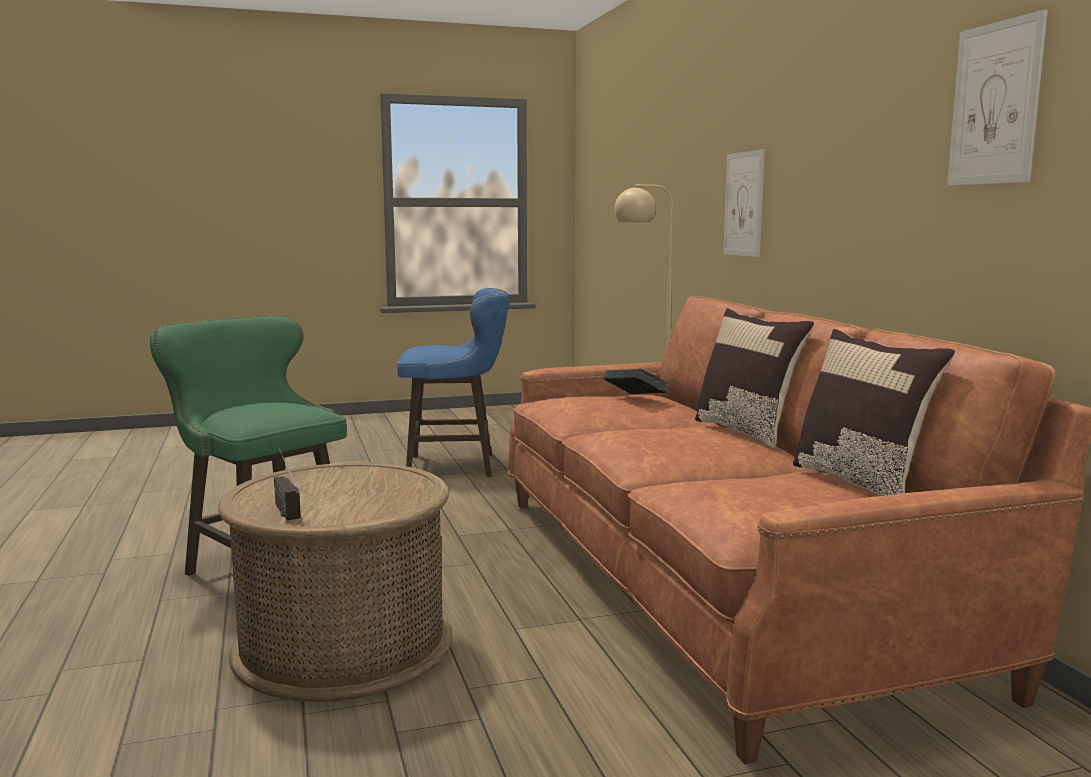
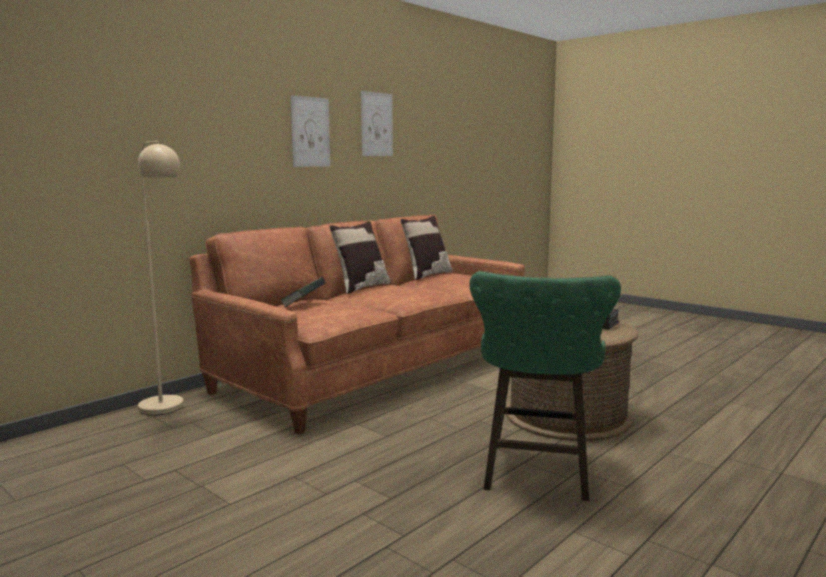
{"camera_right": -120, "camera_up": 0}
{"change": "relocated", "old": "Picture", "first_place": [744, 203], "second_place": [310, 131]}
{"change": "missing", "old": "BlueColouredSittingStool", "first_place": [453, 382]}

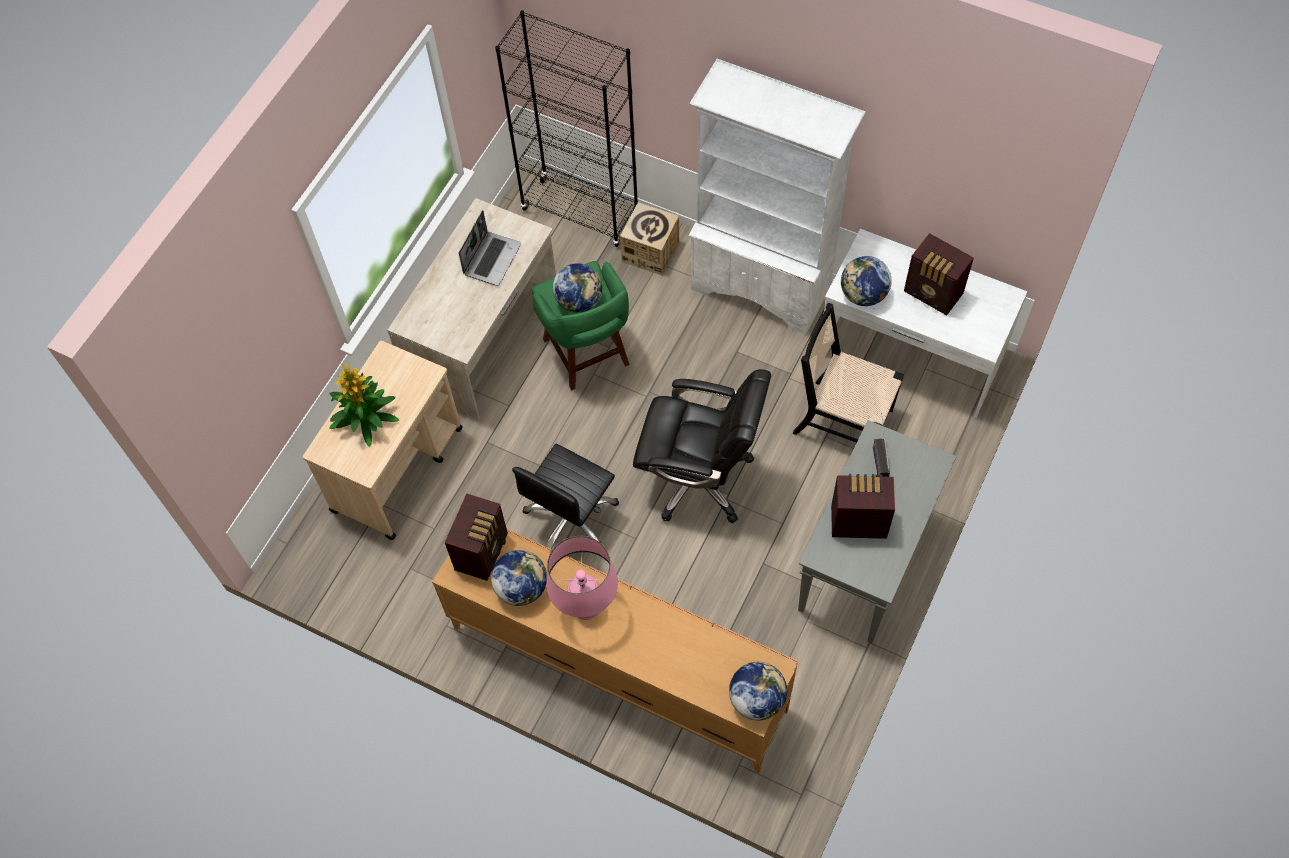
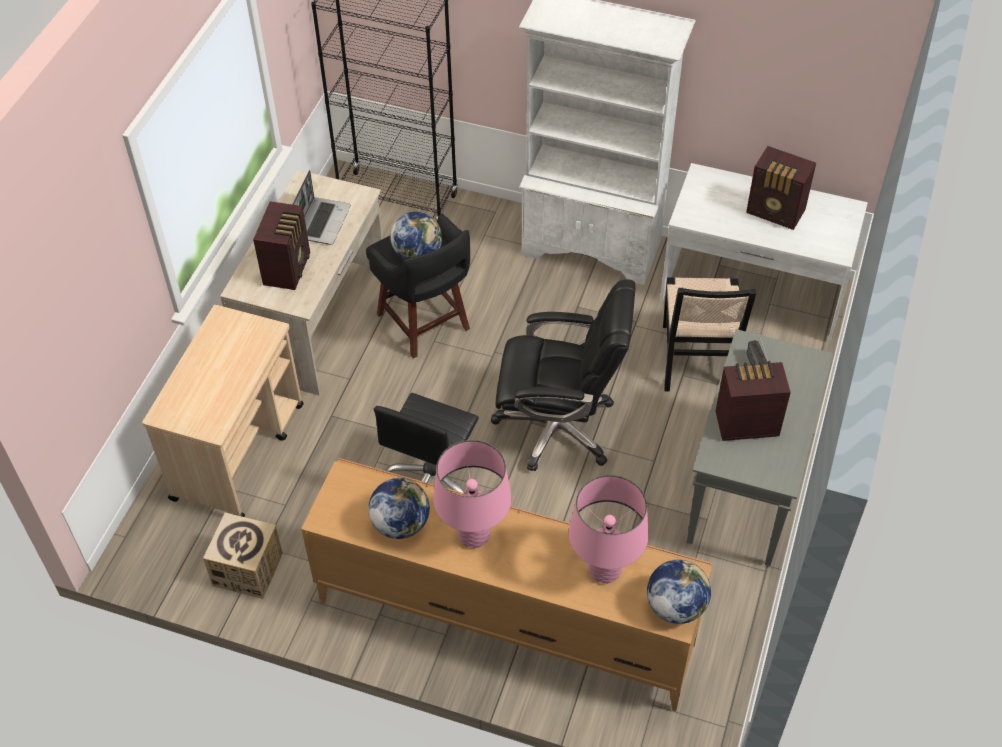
{"camera_right": -10, "camera_up": -10}
{"change": "relocated", "old": "Carton", "first_place": [649, 238], "second_place": [243, 556]}
{"change": "relocated", "old": "RadioSet", "first_place": [476, 537], "second_place": [281, 245]}
{"change": "colour", "old": "GreenSittingStool", "new": "BlackSittingStool", "first_place": [581, 326], "second_place": [418, 286]}
{"change": "appeared", "new": "PinkTabletopLamp", "second_place": [608, 529]}
{"change": "spun", "old": "Chair", "first_place": [848, 373], "second_place": [709, 334], "degrees": -105}
{"change": "missing", "old": "Houseplant", "first_place": [364, 404]}
{"change": "missing", "old": "Globe", "first_place": [866, 281]}

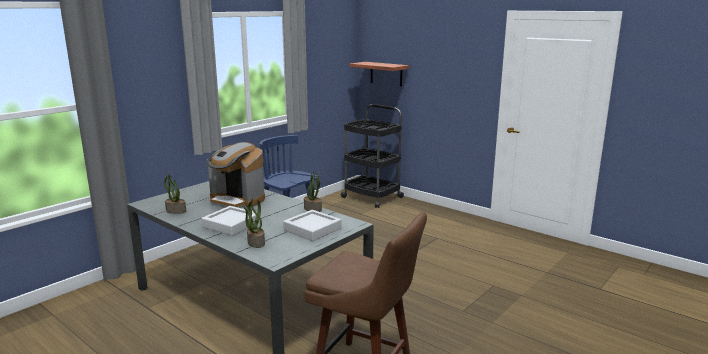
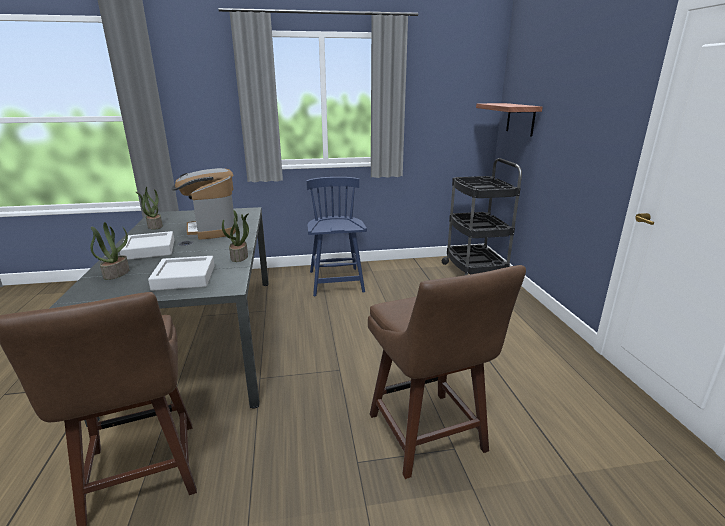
{"camera_right": 40, "camera_up": 5}
{"change": "appeared", "new": "BrownishSittingStool", "second_place": [447, 372]}

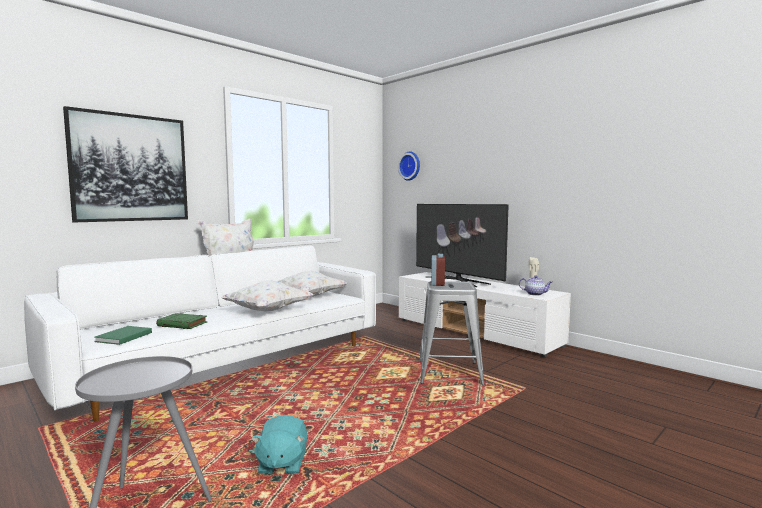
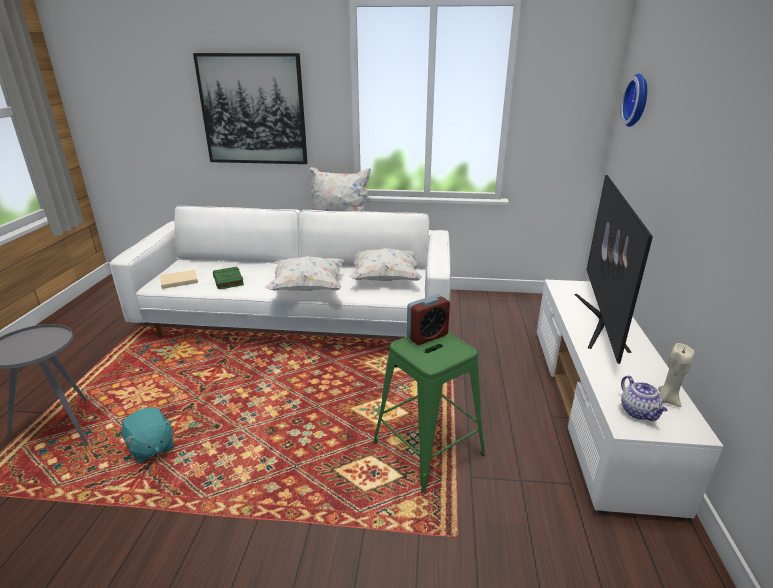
{"camera_right": 50, "camera_up": 20}
{"change": "spun", "old": "TurquoiseSoftToy", "first_place": [279, 444], "second_place": [148, 435], "degrees": -90}
{"change": "colour", "old": "GreenVolume", "new": "BeigeColouredVolume", "first_place": [123, 335], "second_place": [179, 279]}
{"change": "colour", "old": "GraySittingStool", "new": "GreenSittingStool", "first_place": [452, 333], "second_place": [429, 412]}

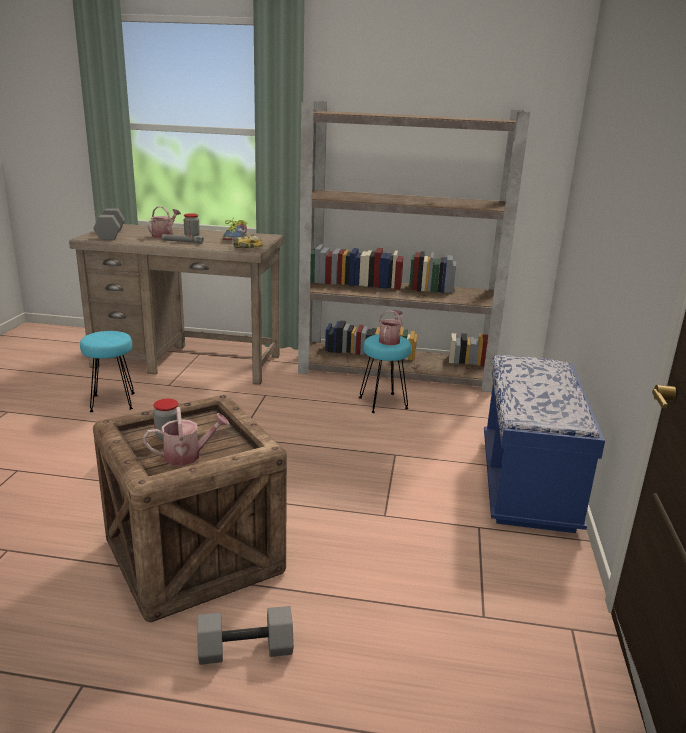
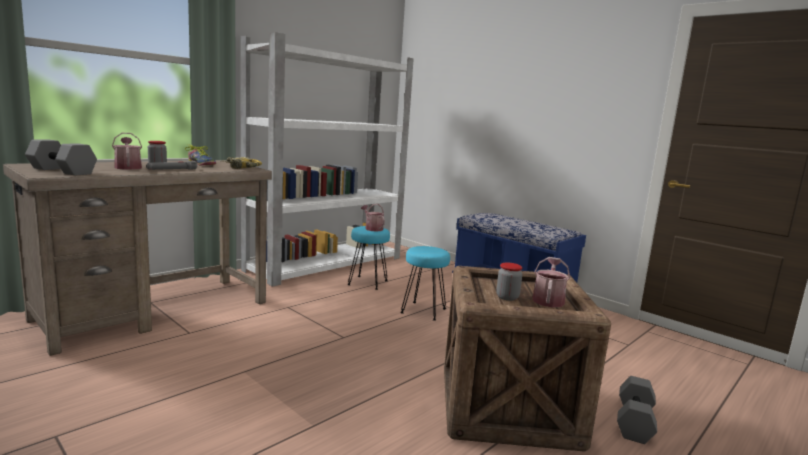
{"camera_right": -55, "camera_up": -10}
{"change": "colour", "old": "BrownishBookcase", "new": "WhiteBookcase", "first_place": [414, 246], "second_place": [327, 159]}
{"change": "relocated", "old": "TurquoiseSittingStool", "first_place": [107, 371], "second_place": [425, 283]}

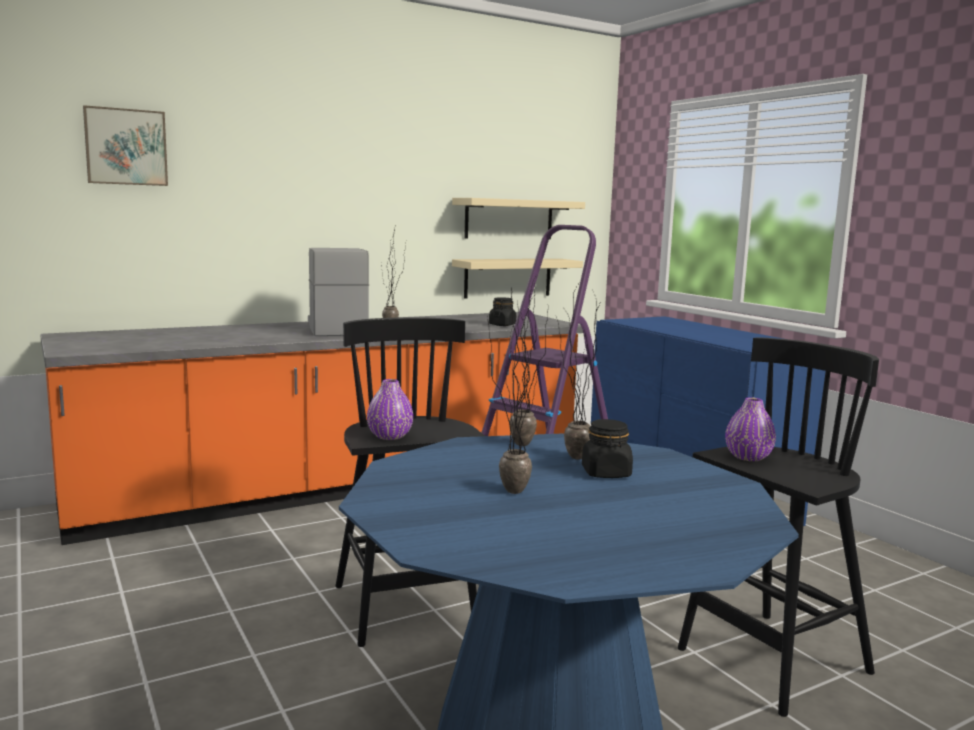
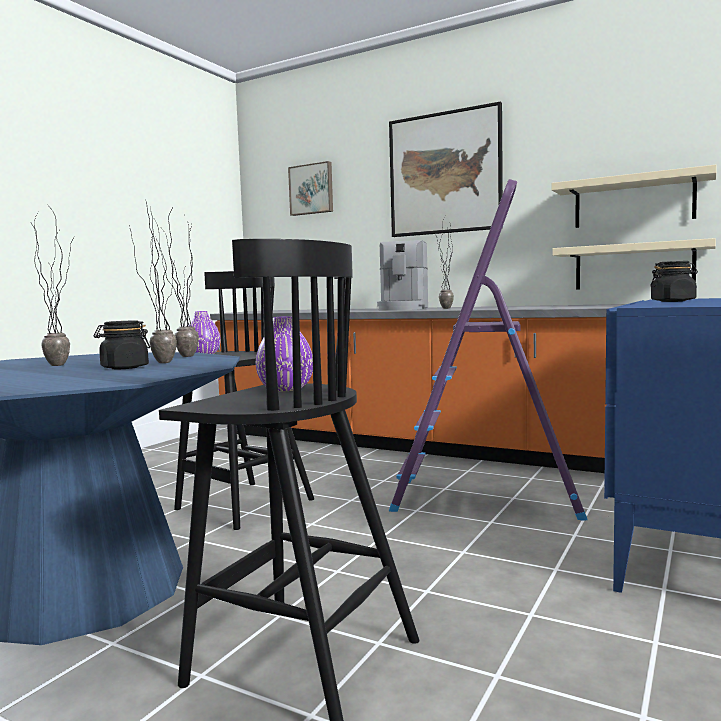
{"camera_right": 60, "camera_up": -5}
{"change": "spun", "old": "CoffeeBrewer", "first_place": [338, 292], "second_place": [402, 275], "degrees": 150}
{"change": "appeared", "new": "Picture", "second_place": [446, 169]}
{"change": "relocated", "old": "BlackJar", "first_place": [502, 311], "second_place": [674, 281]}

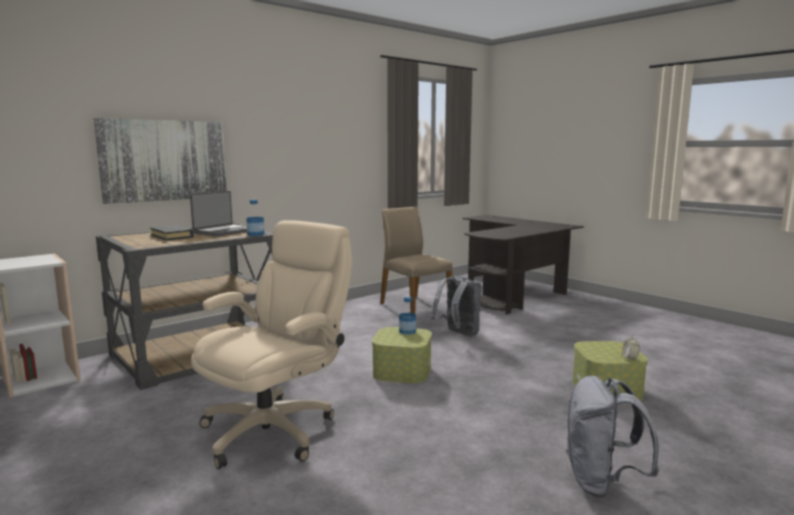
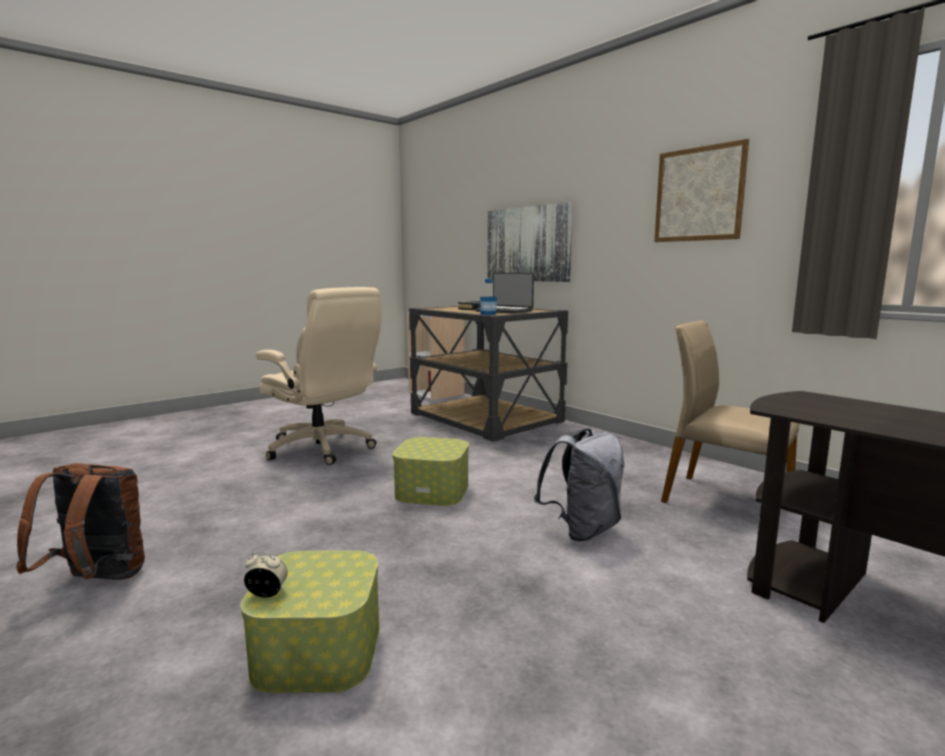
{"camera_right": 90, "camera_up": 0}
{"change": "colour", "old": "GrayRucksack", "new": "BrownishRucksack", "first_place": [612, 436], "second_place": [80, 521]}
{"change": "appeared", "new": "Picture", "second_place": [701, 190]}
{"change": "spun", "old": "BeigeColouredChair", "first_place": [416, 260], "second_place": [730, 411], "degrees": -105}
{"change": "missing", "old": "Bottle", "first_place": [407, 316]}

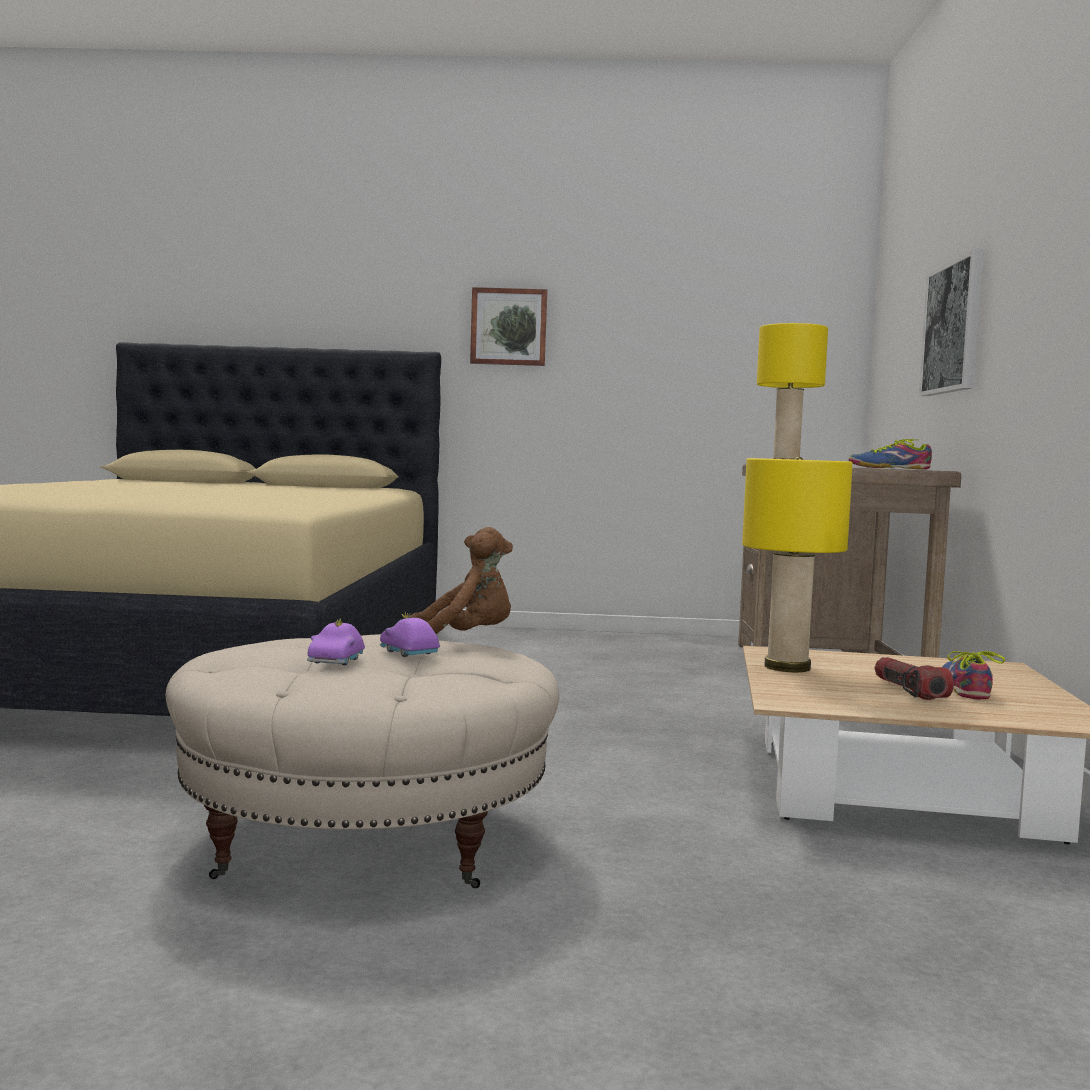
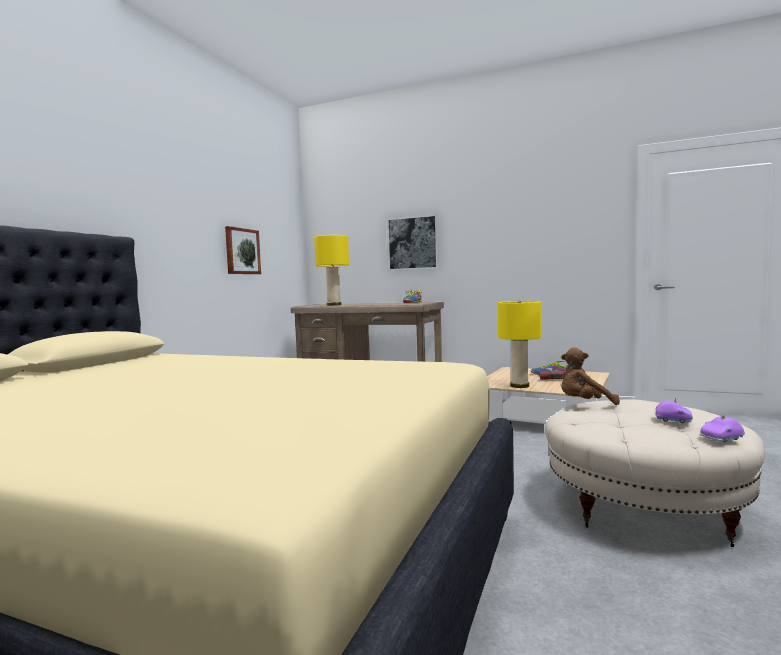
{"camera_right": -70, "camera_up": 0}
{"change": "relocated", "old": "Picture", "first_place": [509, 326], "second_place": [243, 250]}
{"change": "spun", "old": "BrownishSoftToy", "first_place": [461, 580], "second_place": [590, 376], "degrees": -105}
{"change": "relocated", "old": "PurpleColouredModelCar", "first_place": [410, 634], "second_place": [722, 428]}

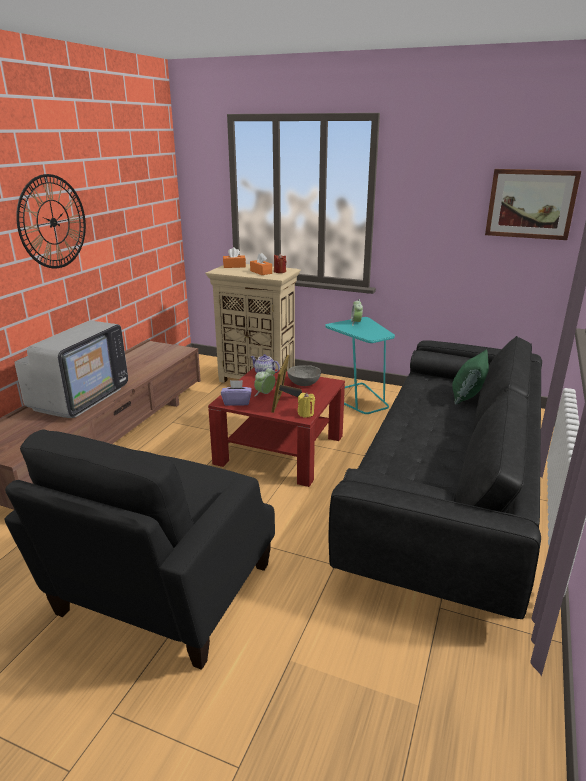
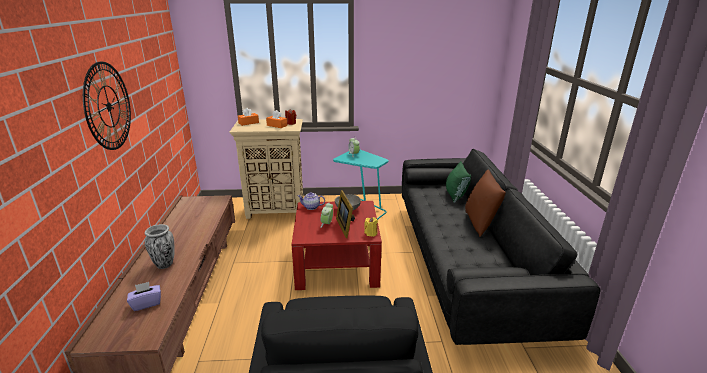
{"camera_right": -25, "camera_up": 0}
{"change": "relocated", "old": "PurpleColouredBoxOfTissues", "first_place": [236, 393], "second_place": [144, 296]}
{"change": "exchanged", "old": "TvSet", "new": "FlowerVase", "first_place": [71, 369], "second_place": [159, 246]}
{"change": "appeared", "new": "BrownishThrowPillow", "second_place": [485, 203]}
{"change": "missing", "old": "Picture", "first_place": [533, 204]}

